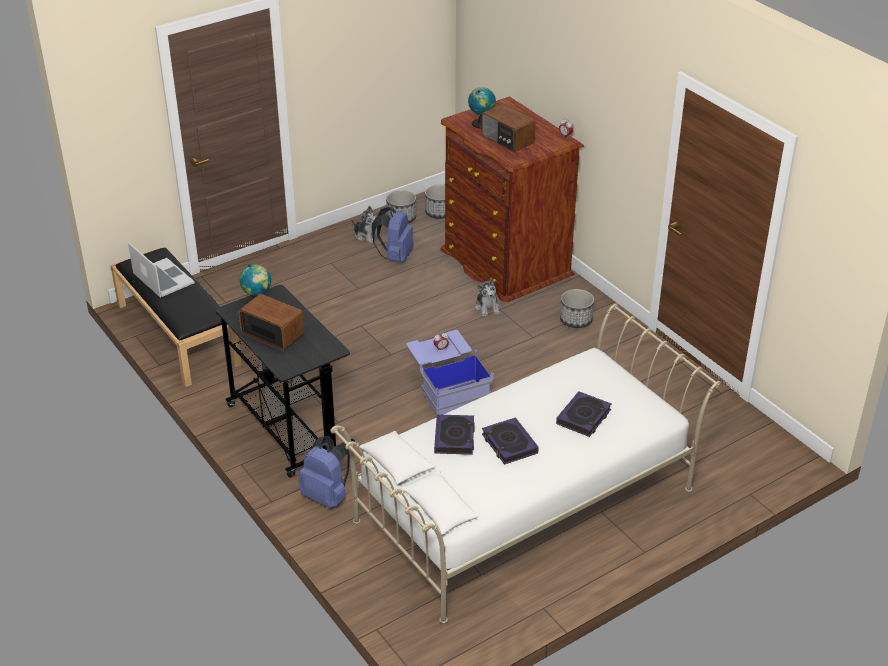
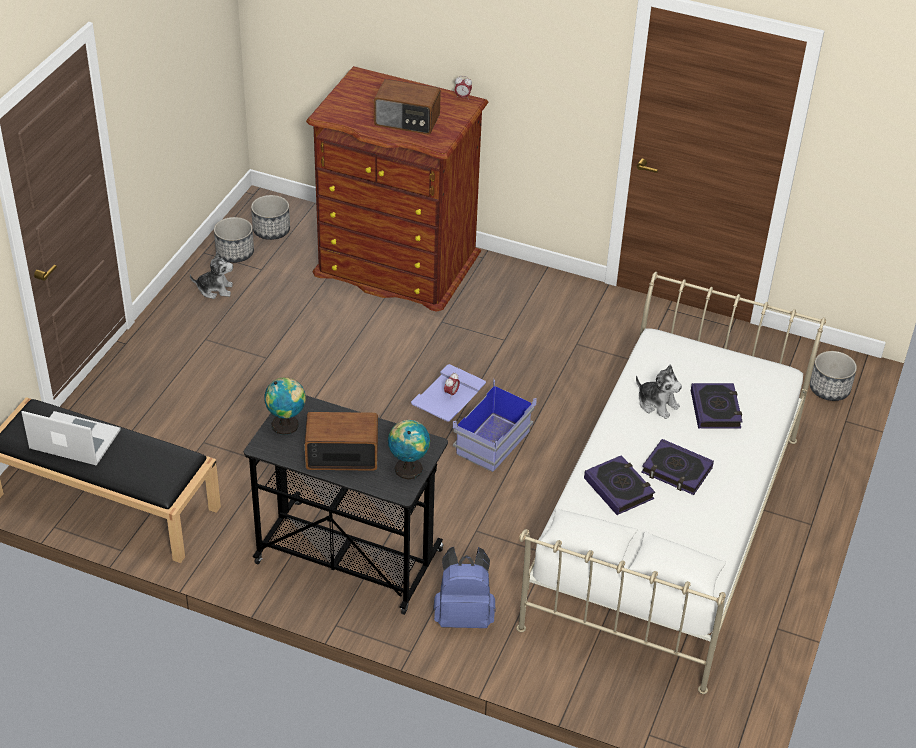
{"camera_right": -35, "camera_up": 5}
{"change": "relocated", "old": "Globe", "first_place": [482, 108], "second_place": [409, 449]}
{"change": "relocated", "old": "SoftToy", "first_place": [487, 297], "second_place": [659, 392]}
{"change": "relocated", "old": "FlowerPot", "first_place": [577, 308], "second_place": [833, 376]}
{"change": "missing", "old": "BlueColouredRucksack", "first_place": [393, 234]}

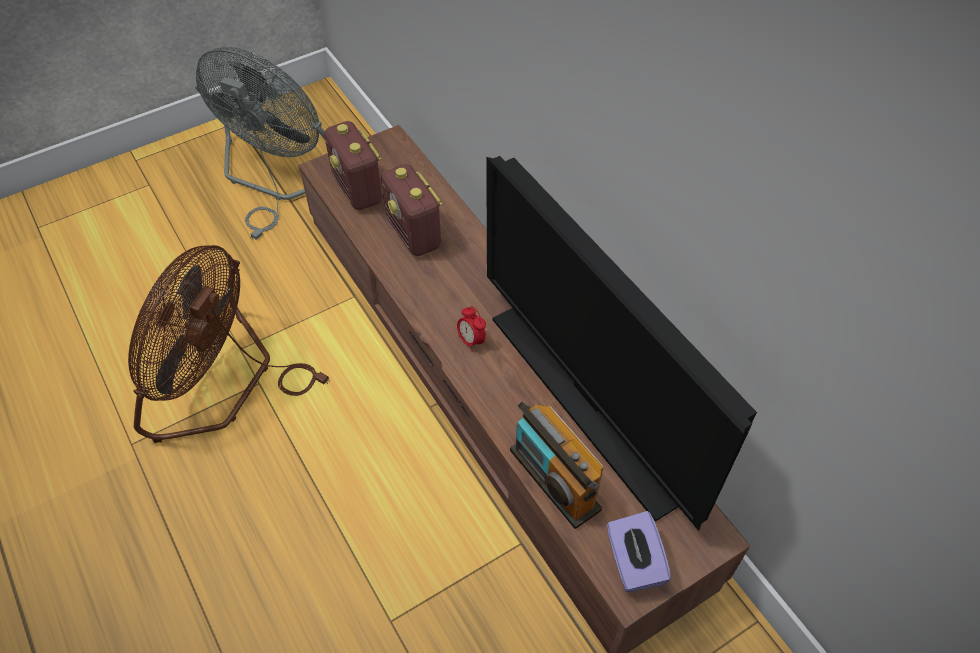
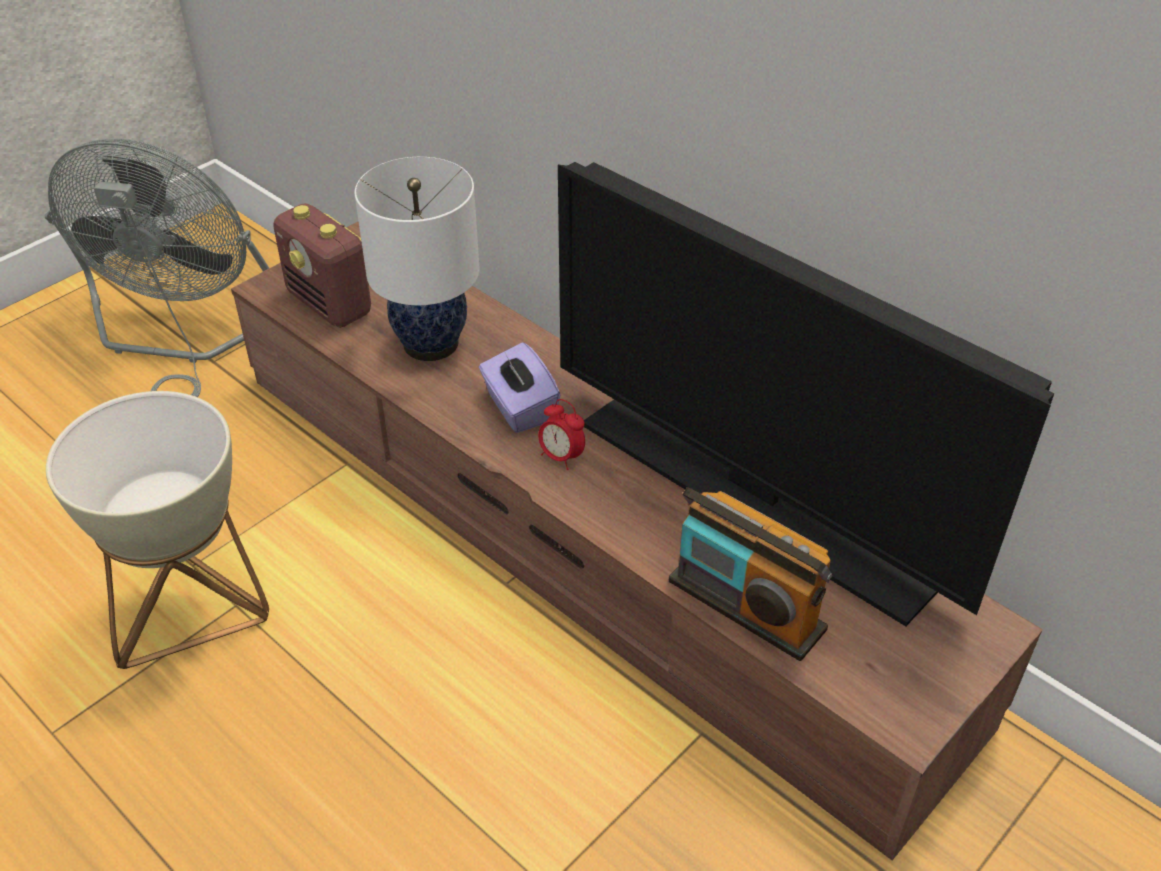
{"camera_right": -15, "camera_up": -10}
{"change": "exchanged", "old": "BrownishElectricFan", "new": "FlowerPot", "first_place": [229, 344], "second_place": [157, 530]}
{"change": "exchanged", "old": "RadioSet", "new": "WhiteTabletopLamp", "first_place": [412, 210], "second_place": [417, 259]}
{"change": "relocated", "old": "PurpleColouredBoxOfTissues", "first_place": [639, 551], "second_place": [519, 387]}

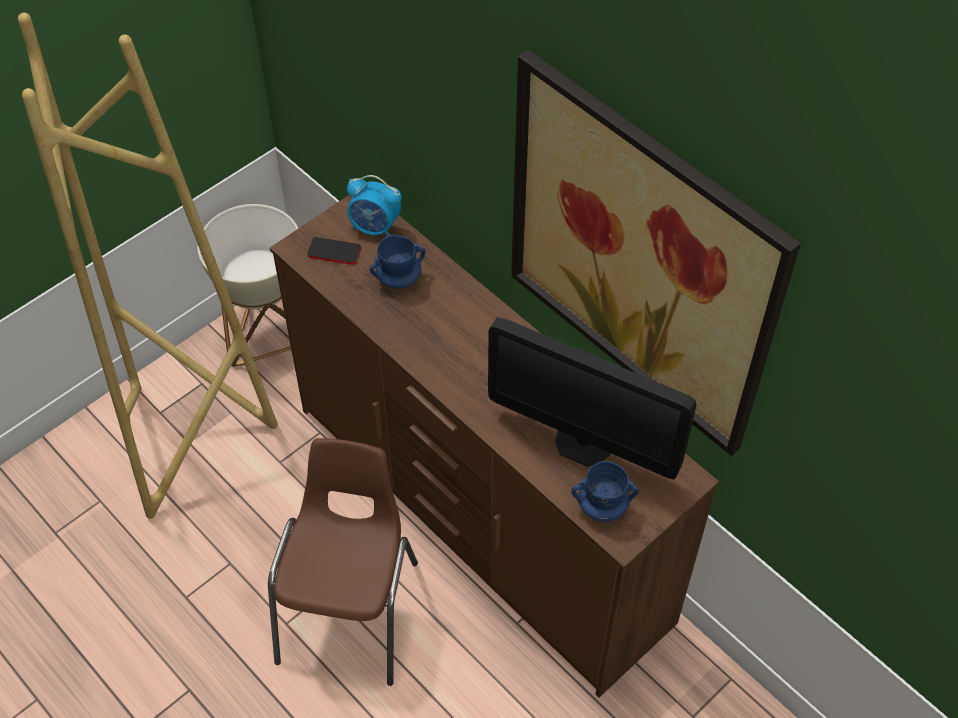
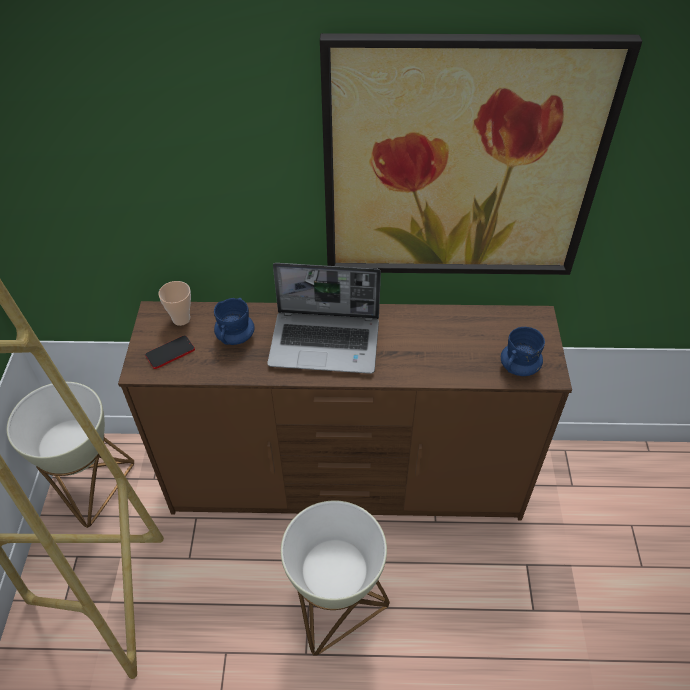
{"camera_right": -45, "camera_up": -5}
{"change": "exchanged", "old": "TableClock", "new": "SmallCup", "first_place": [374, 205], "second_place": [174, 303]}
{"change": "appeared", "new": "NotebookComputer", "second_place": [324, 318]}
{"change": "exchanged", "old": "BrownishChair", "new": "FlowerPot", "first_place": [343, 562], "second_place": [335, 578]}
{"change": "missing", "old": "ComputerScreen", "first_place": [592, 398]}

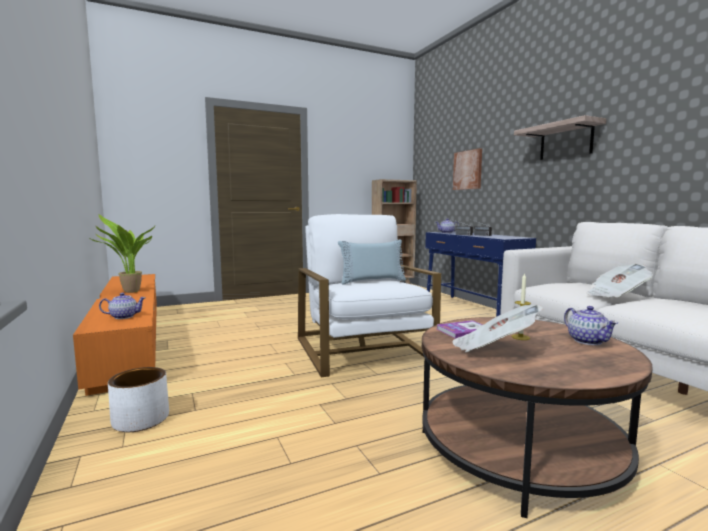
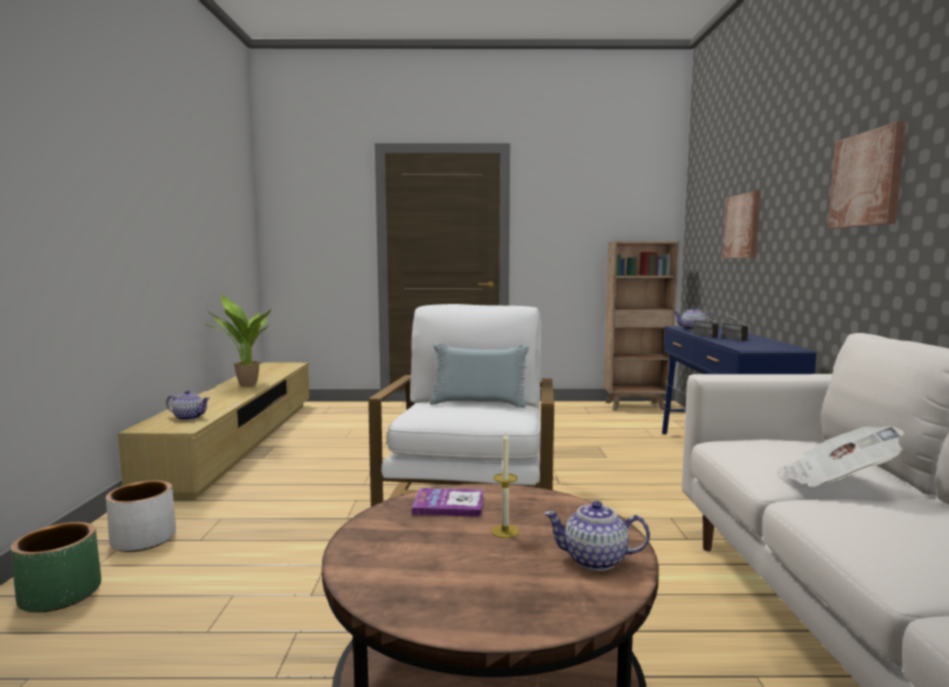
{"camera_right": 25, "camera_up": 0}
{"change": "appeared", "new": "GreenFlowerPot", "second_place": [56, 567]}
{"change": "colour", "old": "OrangeMediaConsole", "new": "BeigeColouredMediaConsole", "first_place": [115, 335], "second_place": [213, 431]}
{"change": "spun", "old": "Teapot", "first_place": [591, 325], "second_place": [597, 536], "degrees": 90}
{"change": "exchanged", "old": "Shelf", "new": "Picture", "first_place": [560, 137], "second_place": [867, 175]}
{"change": "missing", "old": "PrintedPaper", "first_place": [497, 328]}

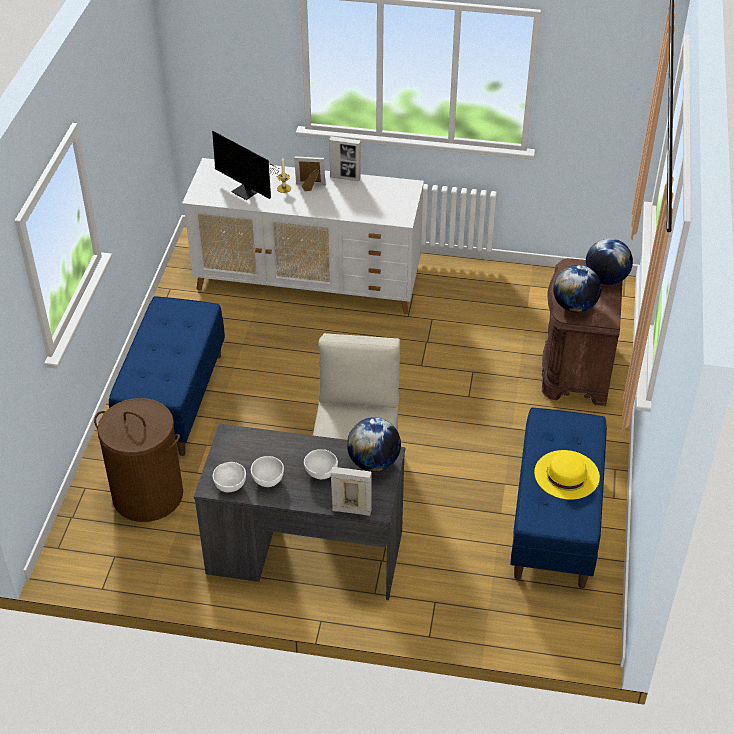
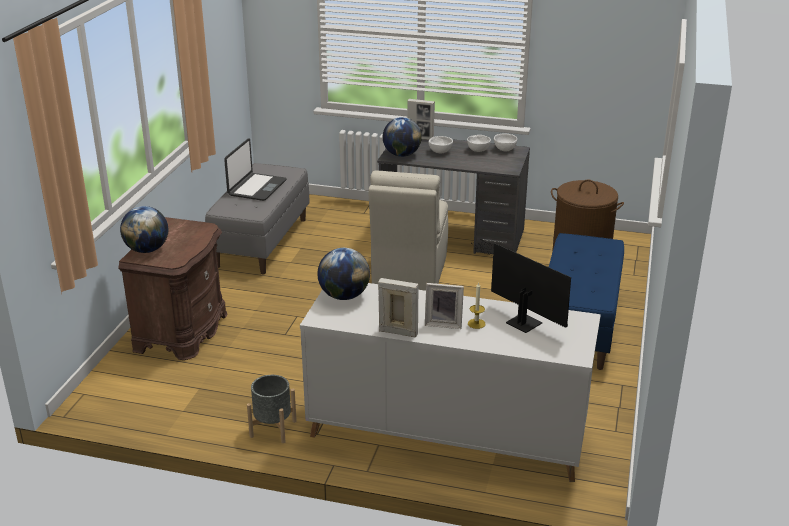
{"camera_right": -175, "camera_up": -15}
{"change": "colour", "old": "BlueColouredLongSeat", "new": "GrayLongSeat", "first_place": [558, 498], "second_place": [257, 218]}
{"change": "exchanged", "old": "YellowColouredWearableHat", "new": "NotebookComputer", "first_place": [567, 475], "second_place": [255, 169]}
{"change": "appeared", "new": "GrayFlowerPot", "second_place": [272, 409]}
{"change": "relocated", "old": "Globe", "first_place": [577, 289], "second_place": [343, 274]}

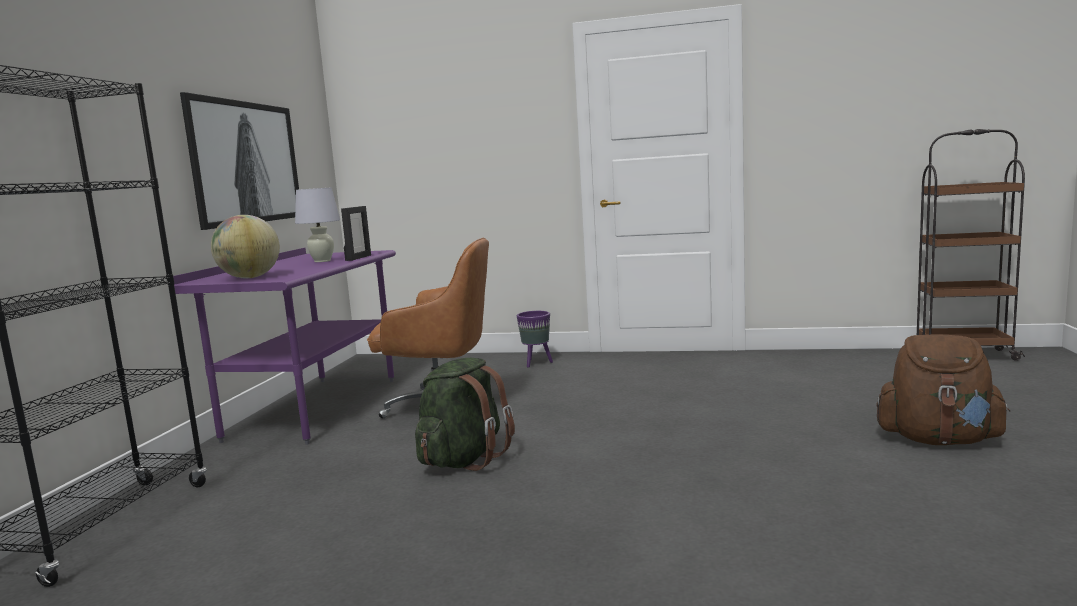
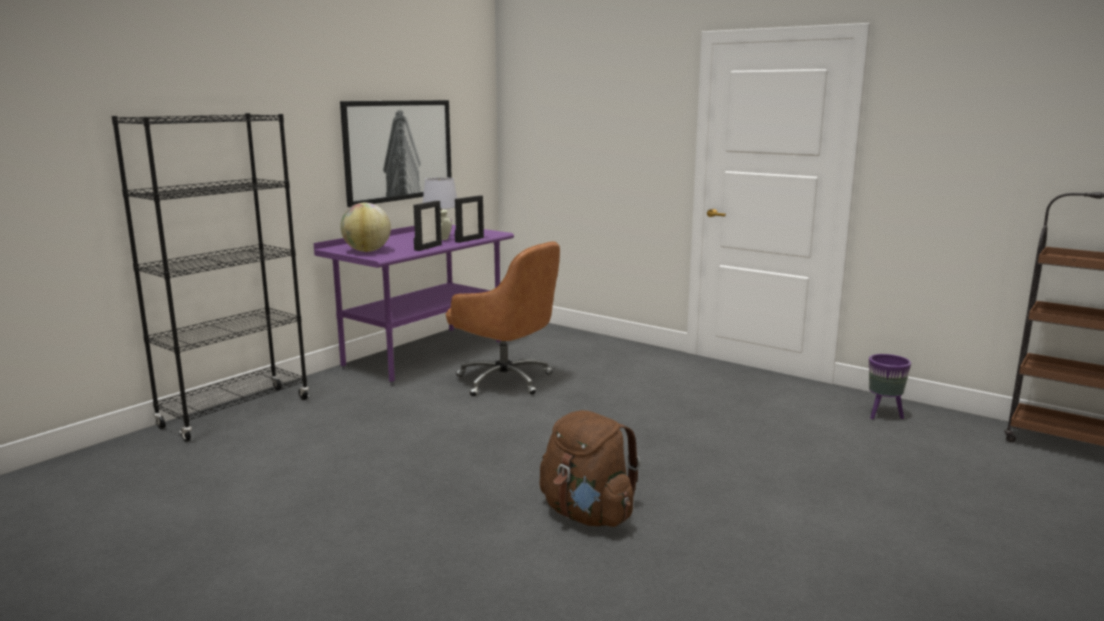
{"camera_right": 25, "camera_up": 5}
{"change": "appeared", "new": "PhotoFrame", "second_place": [427, 225]}
{"change": "relocated", "old": "BrownishRucksack", "first_place": [943, 389], "second_place": [590, 468]}
{"change": "relocated", "old": "PurpleColouredFlowerPot", "first_place": [535, 339], "second_place": [890, 386]}
{"change": "missing", "old": "GreenRucksack", "first_place": [465, 414]}

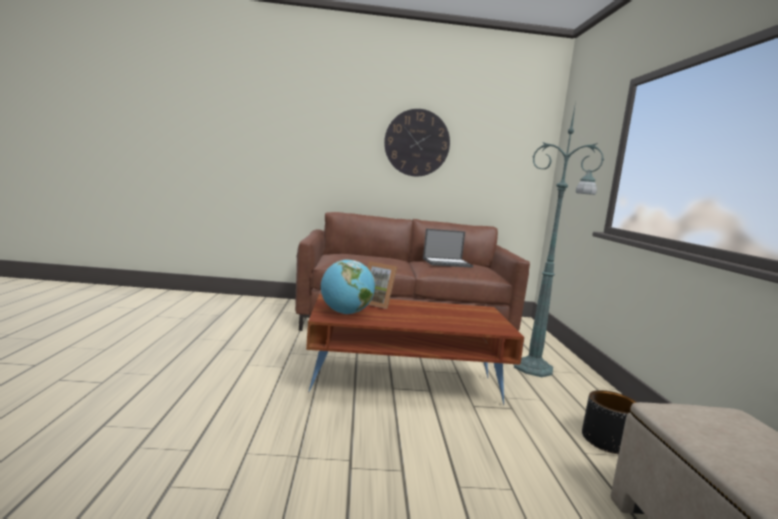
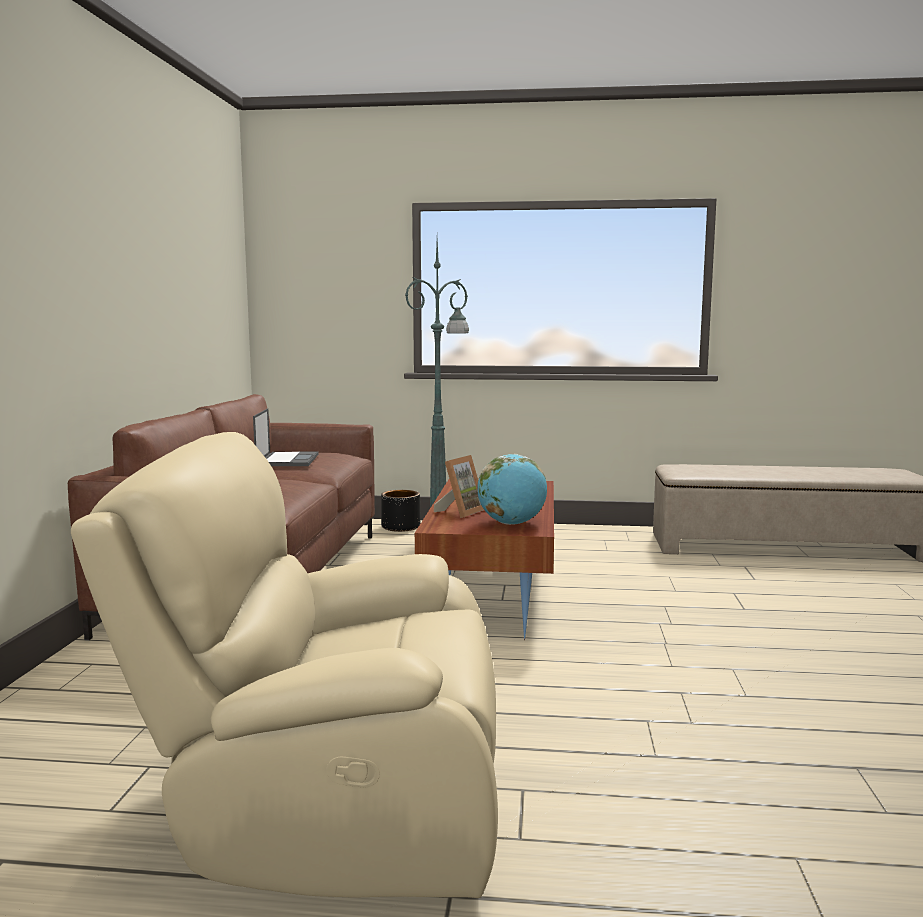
{"camera_right": -80, "camera_up": 0}
{"change": "appeared", "new": "BeigeColouredEasyChair", "second_place": [284, 665]}
{"change": "relocated", "old": "BlackFlowerPot", "first_place": [609, 422], "second_place": [401, 511]}
{"change": "missing", "old": "WallClock", "first_place": [417, 142]}

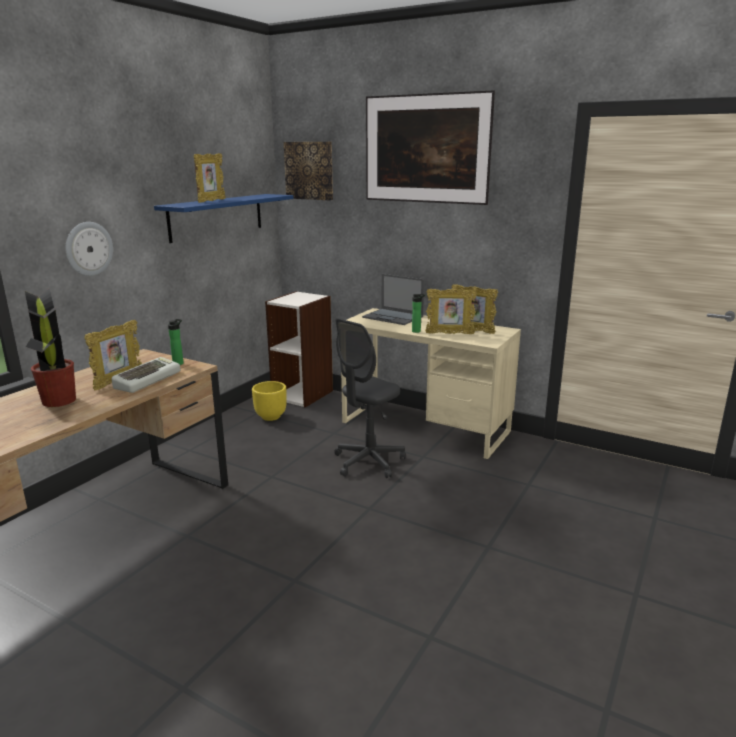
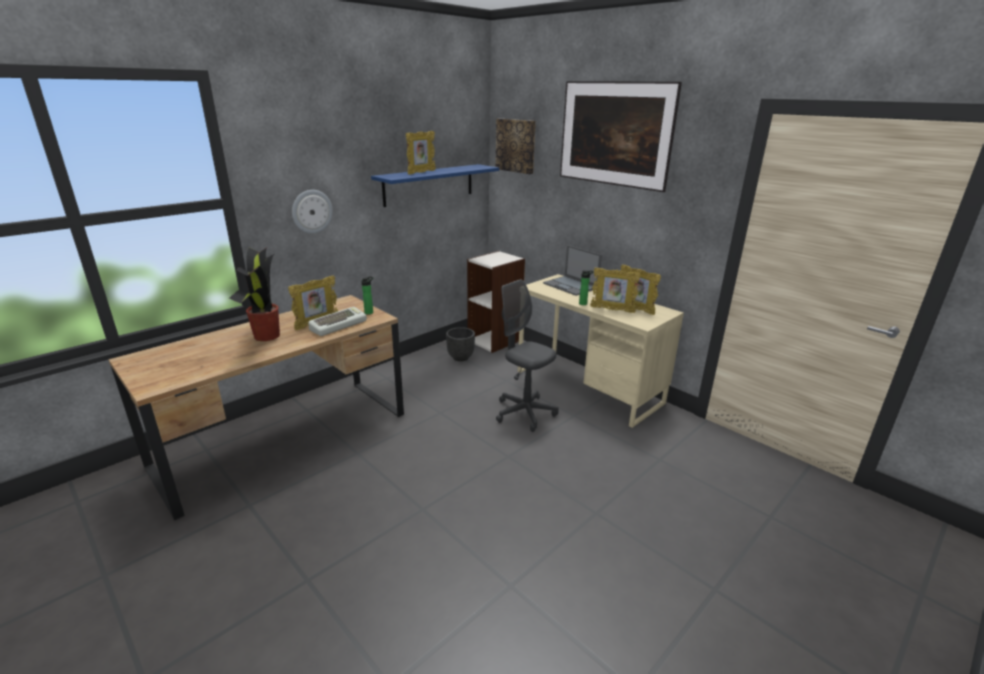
{"camera_right": 15, "camera_up": 5}
{"change": "colour", "old": "YellowColouredFlowerPot", "new": "BlackFlowerPot", "first_place": [269, 401], "second_place": [460, 344]}
{"change": "spun", "old": "GrayDeskChair", "first_place": [370, 398], "second_place": [527, 355], "degrees": 75}

